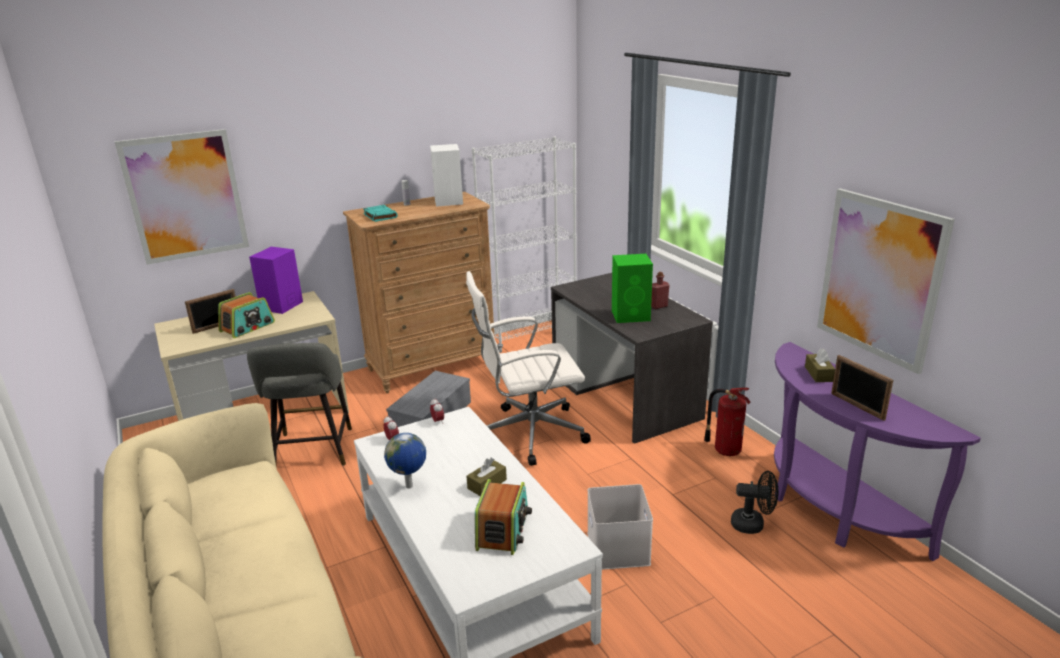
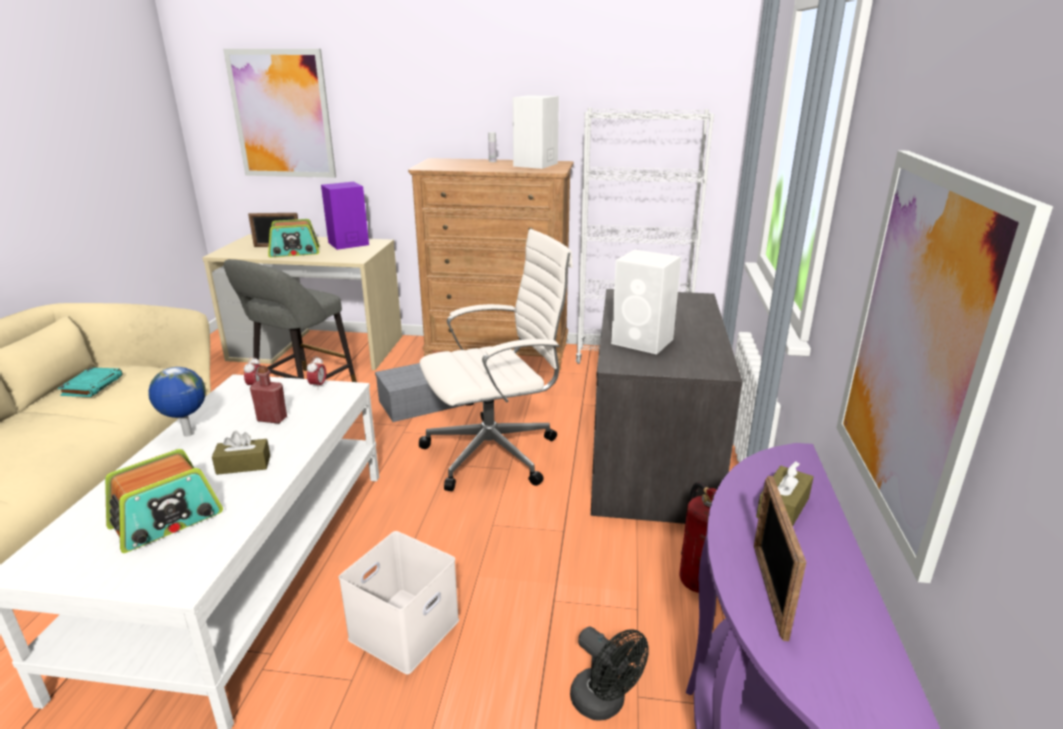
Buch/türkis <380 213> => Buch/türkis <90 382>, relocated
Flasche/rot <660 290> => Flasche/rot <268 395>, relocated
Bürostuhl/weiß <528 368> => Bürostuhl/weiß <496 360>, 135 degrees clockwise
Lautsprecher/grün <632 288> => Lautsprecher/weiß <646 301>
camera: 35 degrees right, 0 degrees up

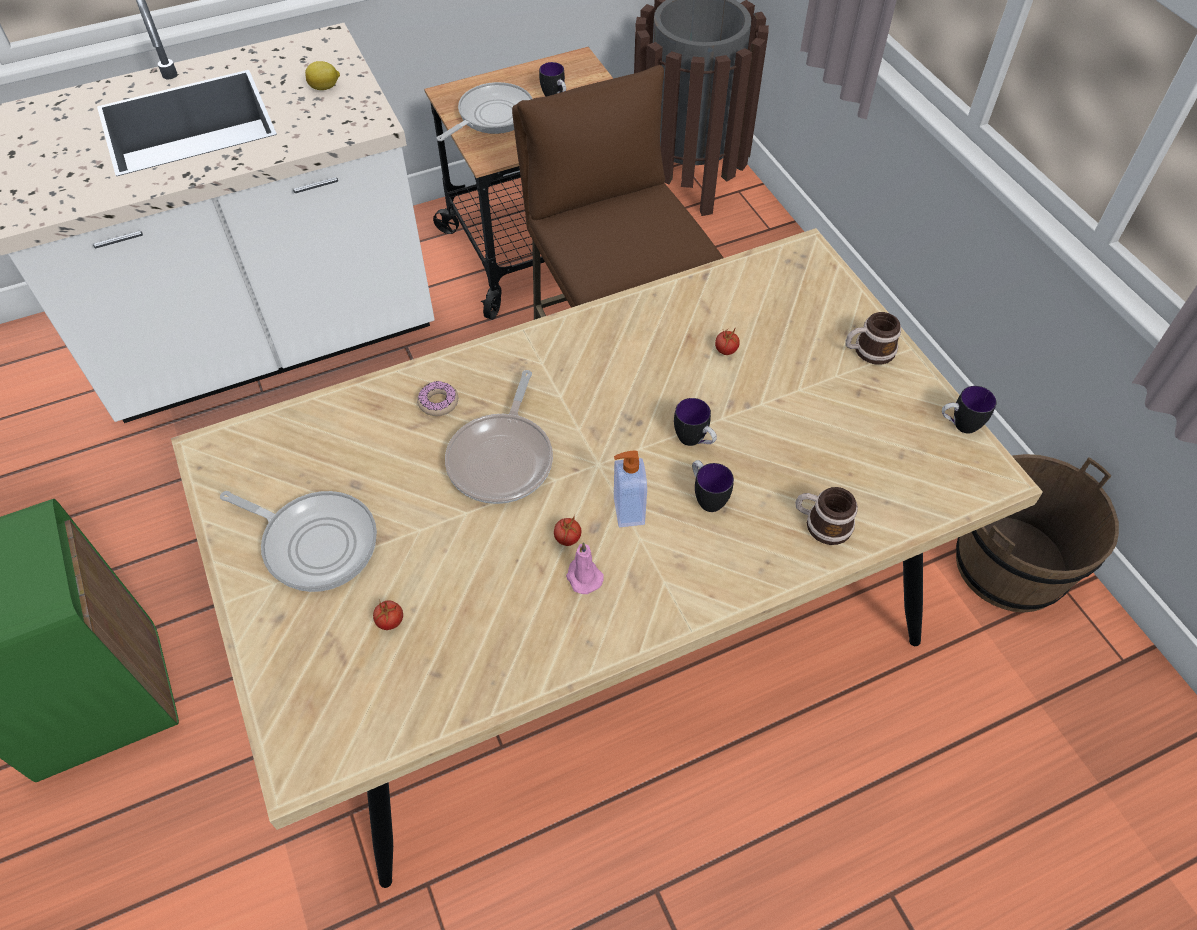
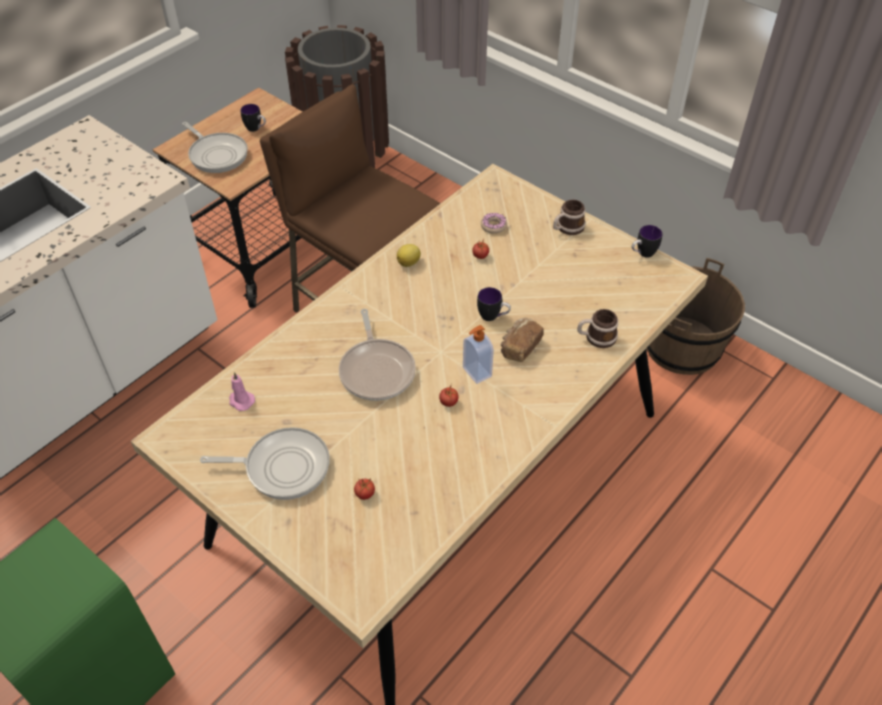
Pfanne <484 111> => Pfanne <215 147>, 120 degrees clockwise
Kerze/rosa <585 568> => Kerze/rosa <242 391>, relocated
Zitrone <322 75> => Zitrone <409 255>, relocated
Donut <437 398> => Donut <494 223>, relocated
Henkelbecher <713 486> => Brot <522 340>
camera: 25 degrees left, 5 degrees down

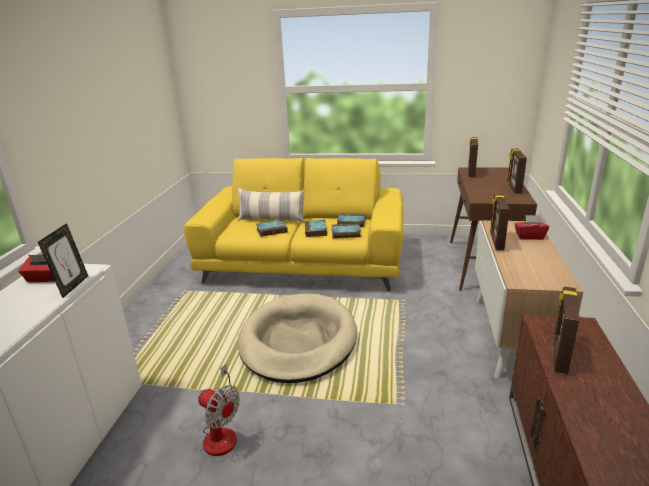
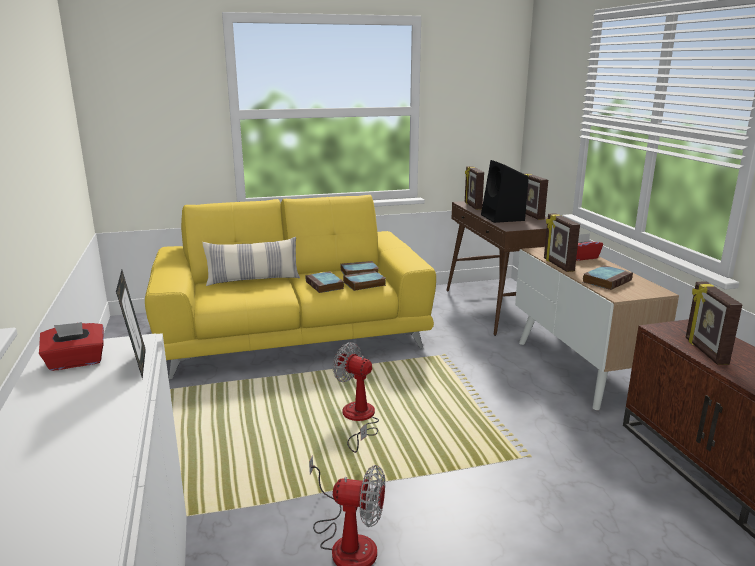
Hundebett/beige <297 338> => Ventilator <356 397>
nothing => Lautsprecher/schwarz <505 191>
Buch <272 228> => Buch <608 277>, relocated
camera: 25 degrees left, 5 degrees down

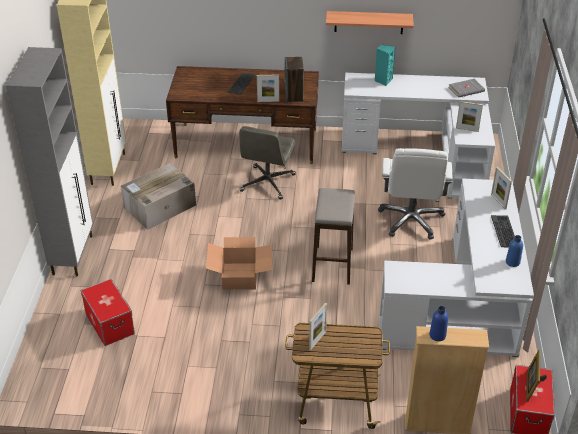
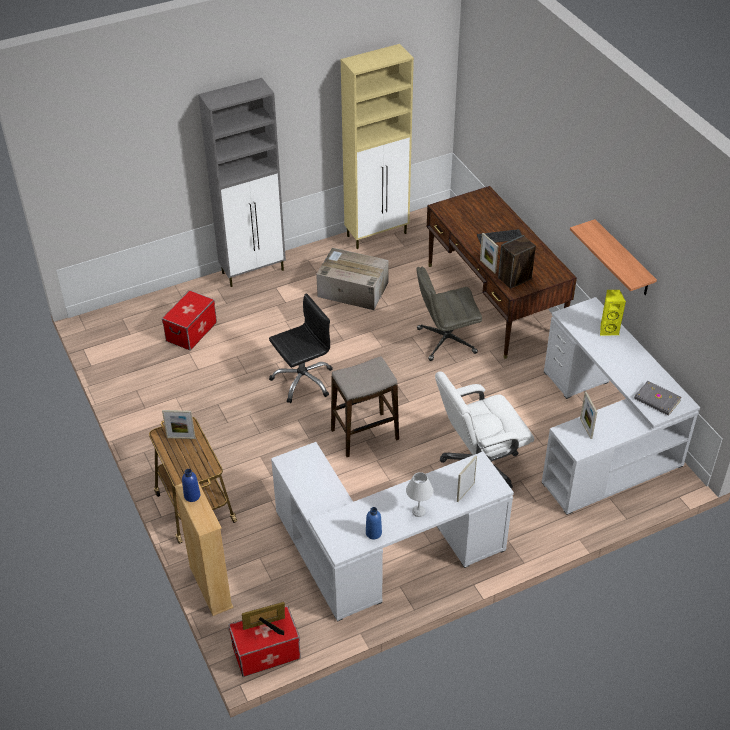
Karton <239 263> => Bürostuhl/schwarz <301 348>
Tastatur <503 231> => Tischlampe/weiß <419 494>
Lautsprecher/türkis <385 65> => Lautsprecher/gelb <613 313>
camera: 60 degrees right, 5 degrees up

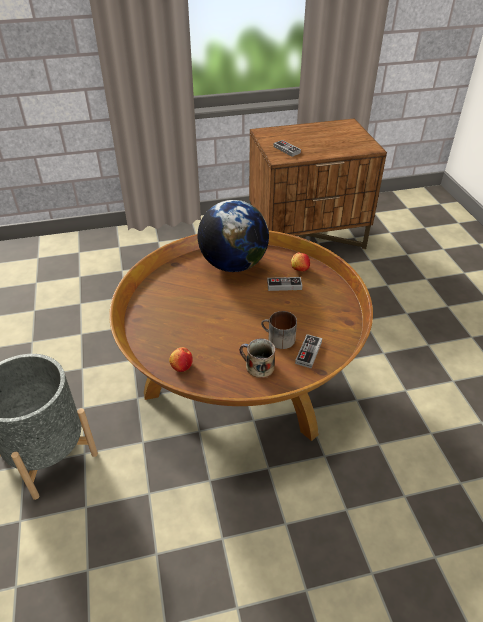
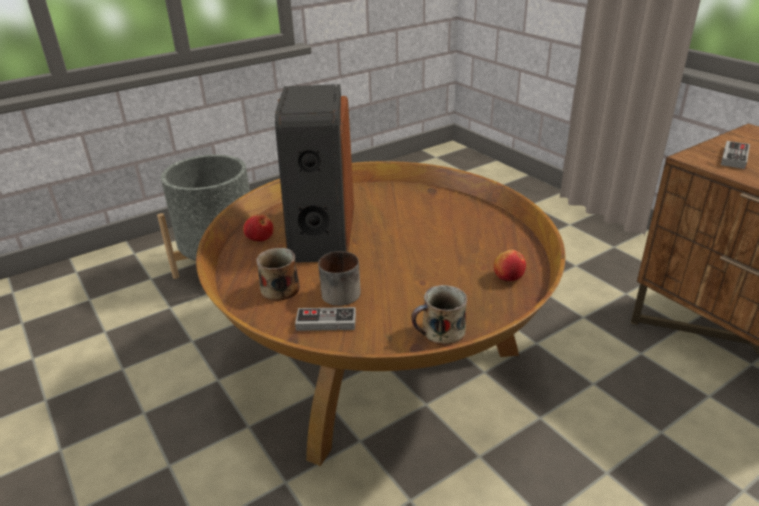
nothing => Lautsprecher <314 173>
nothing => Henkelbecher <439 315>
Globus <233 236> => nothing
Gamepad <284 284> => nothing
camera: 70 degrees right, 10 degrees down

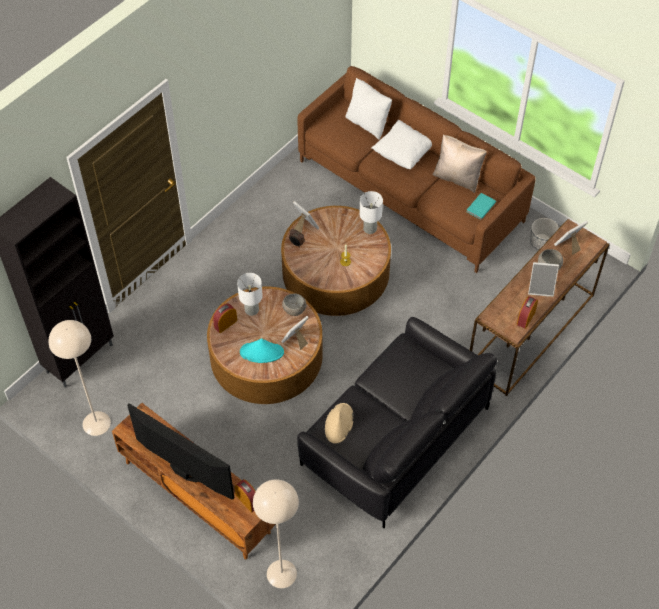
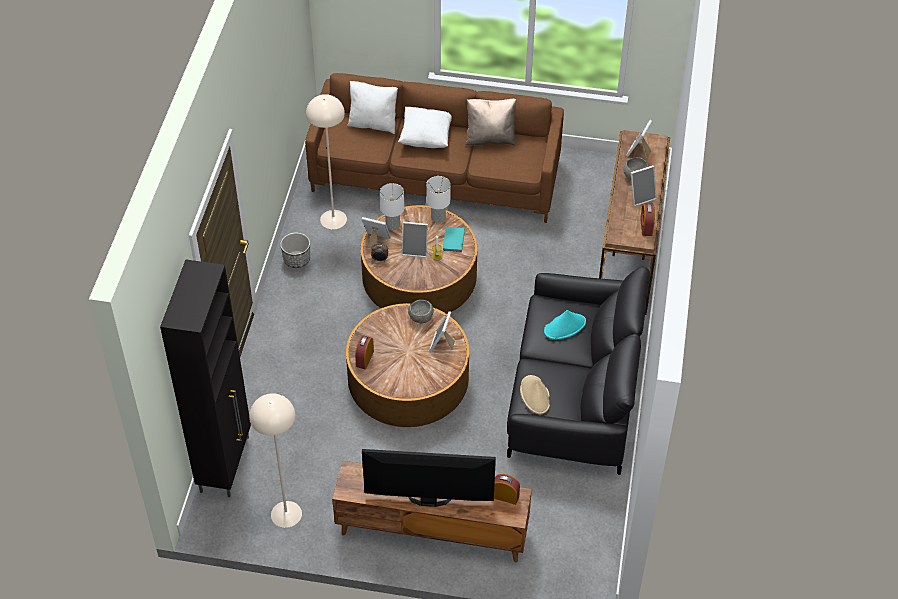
Pflanzkübel <544 234> => Pflanzkübel <295 250>, relocated
Stehlampe/beige <276 533> => Stehlampe/beige <326 161>, relocated
Tischlampe/weiß <250 294> => Tischlampe/weiß <392 206>, relocated
nothing => Bilderrahmen <415 239>
Buch/türkis <481 206> => Buch/türkis <454 239>, relocated
Hut/türkis <262 350> => Hut/türkis <565 324>, relocated
camera: 30 degrees left, 5 degrees down

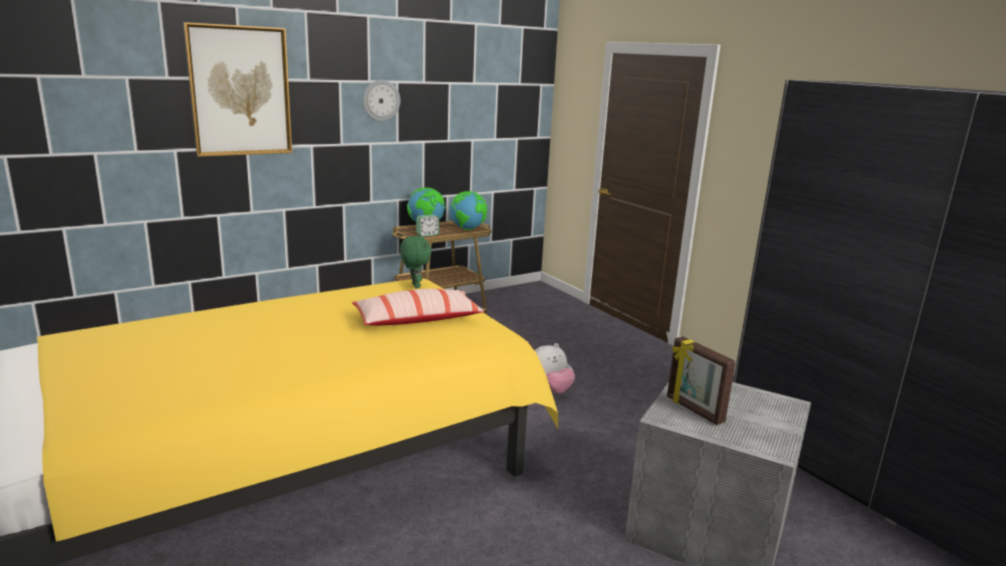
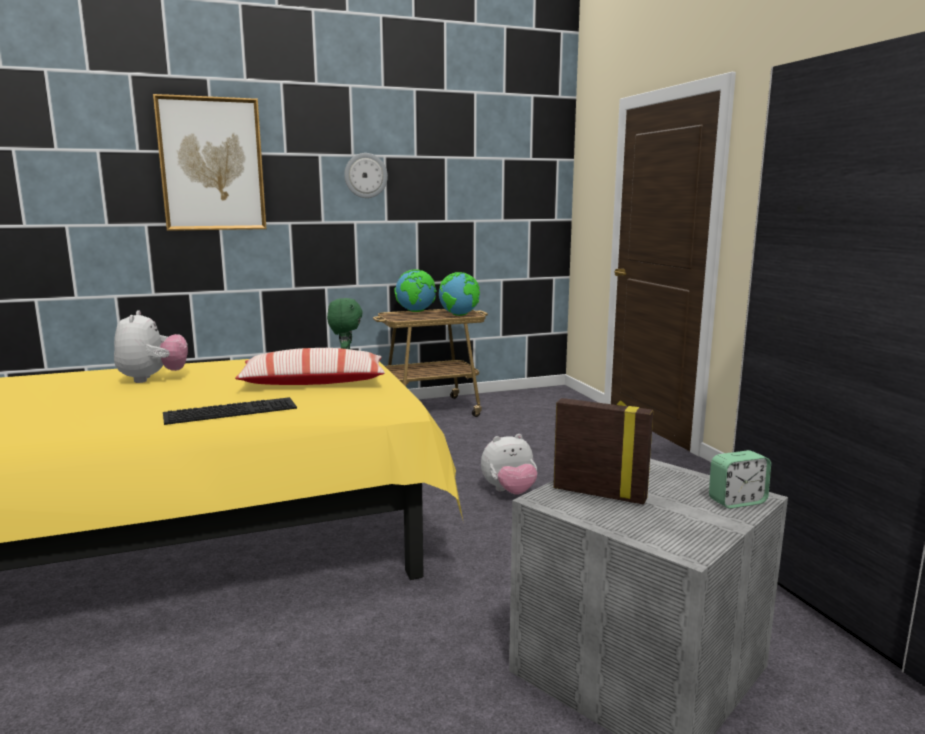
nothing => Plüschtier <151 346>
nothing => Tastatur <230 411>
Bilderrahmen <701 380> => Bilderrahmen <603 451>, 135 degrees clockwise
Wecker <428 225> => Wecker <740 479>, relocated
camera: 15 degrees right, 5 degrees down

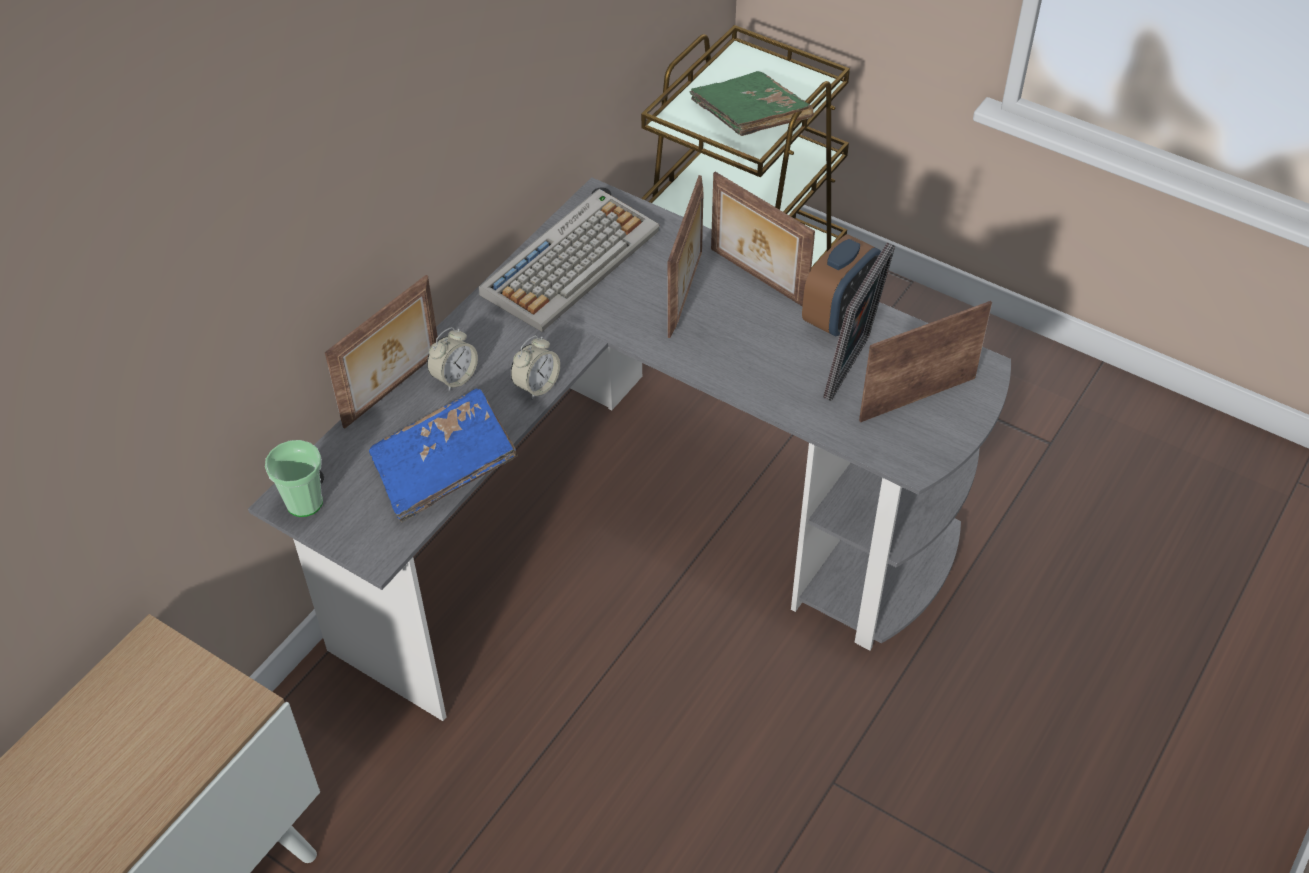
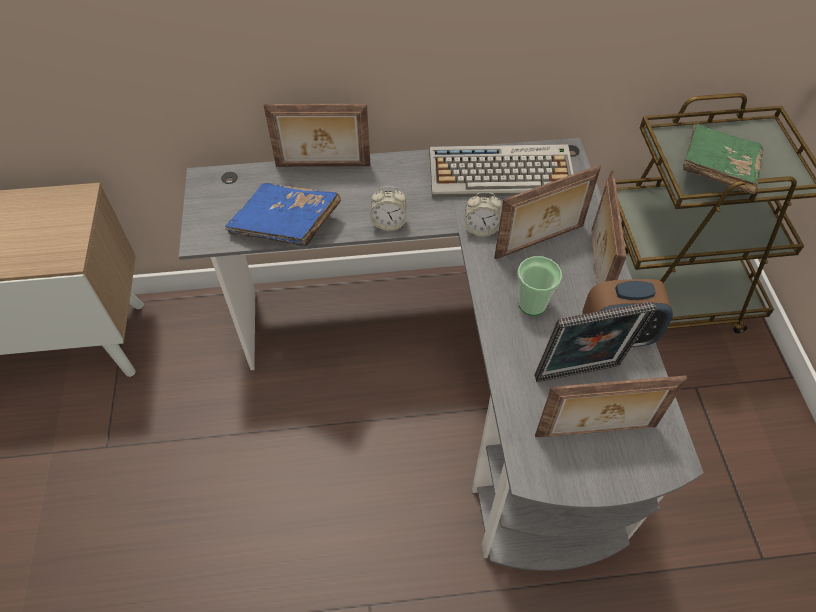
Wecker <452 359> => Wecker <483 214>, relocated
Tasse <294 478> => Tasse <539 286>, relocated
Bilderrahmen <925 361> => Bilderrahmen <611 406>, 150 degrees clockwise
camera: 50 degrees right, 5 degrees up

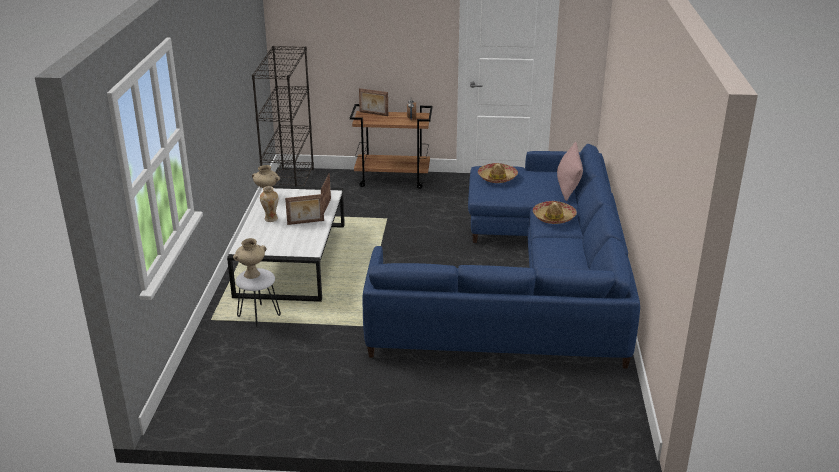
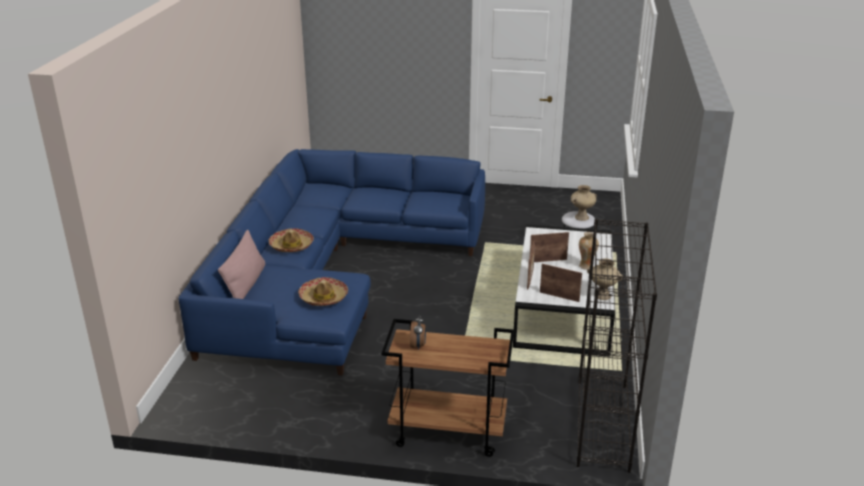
Bilderrahmen <373 102> => Bilderrahmen <561 283>, relocated
camera: 175 degrees left, 0 degrees up

